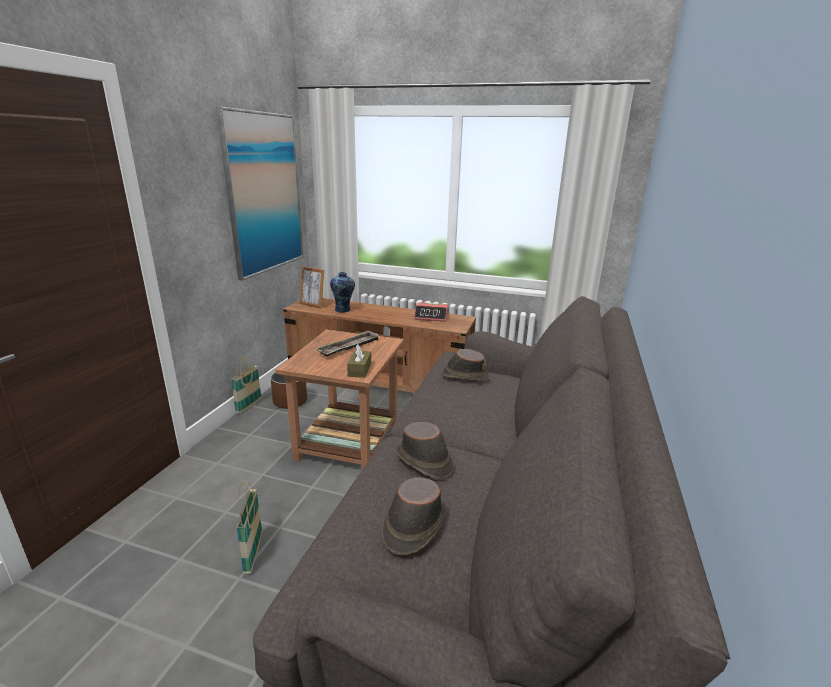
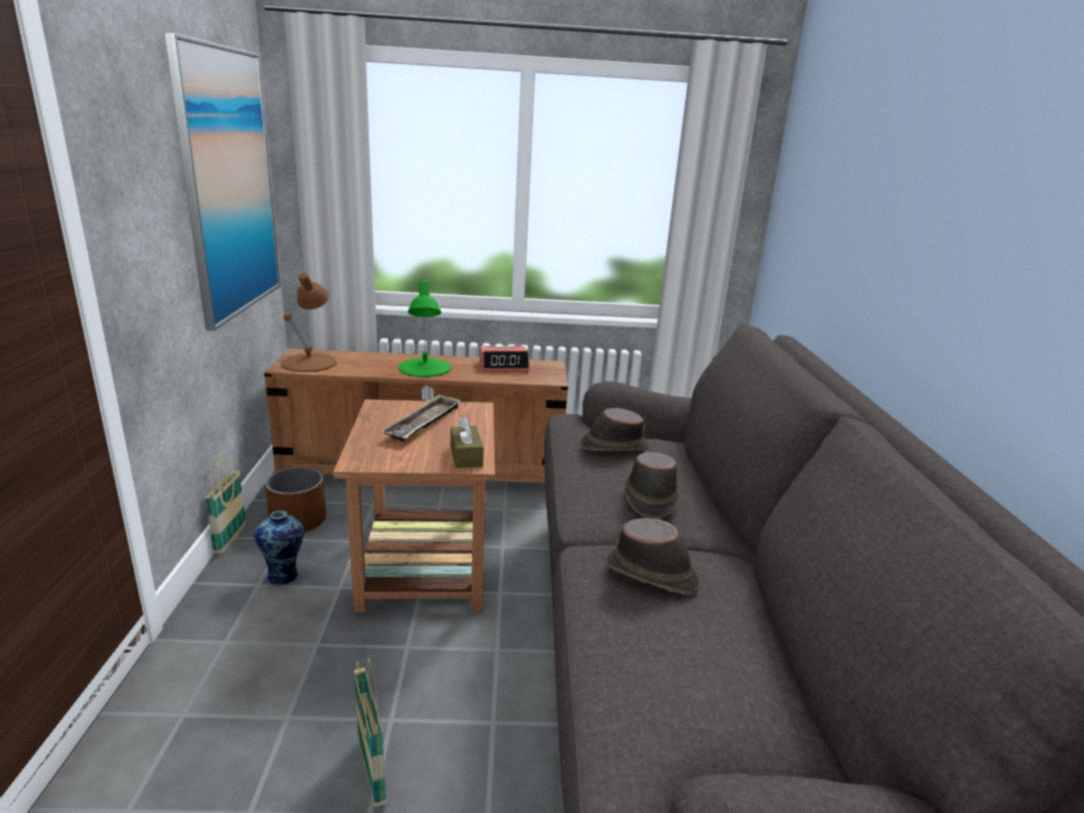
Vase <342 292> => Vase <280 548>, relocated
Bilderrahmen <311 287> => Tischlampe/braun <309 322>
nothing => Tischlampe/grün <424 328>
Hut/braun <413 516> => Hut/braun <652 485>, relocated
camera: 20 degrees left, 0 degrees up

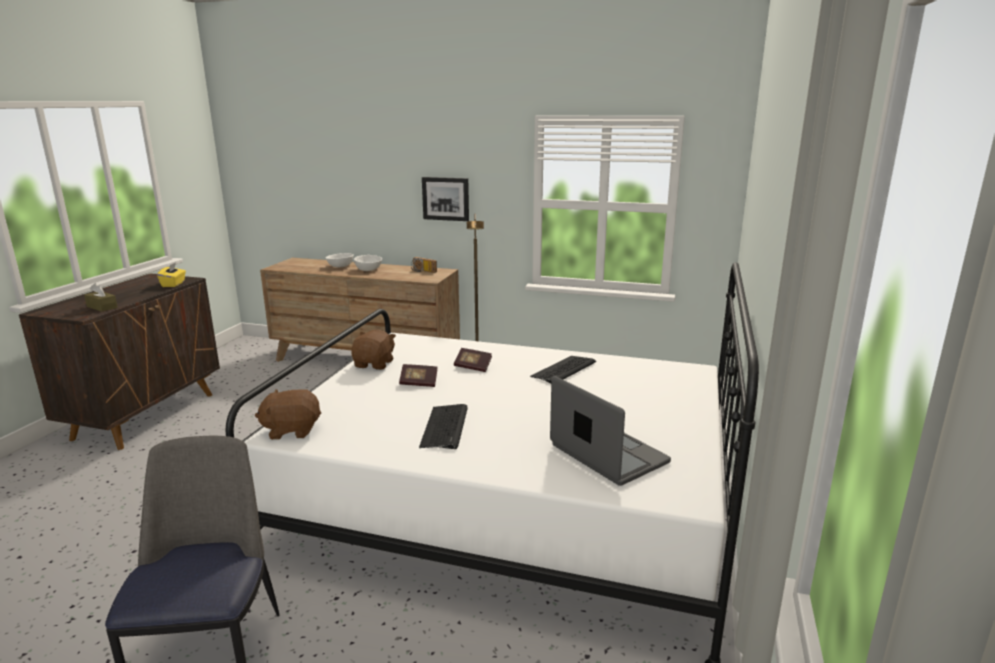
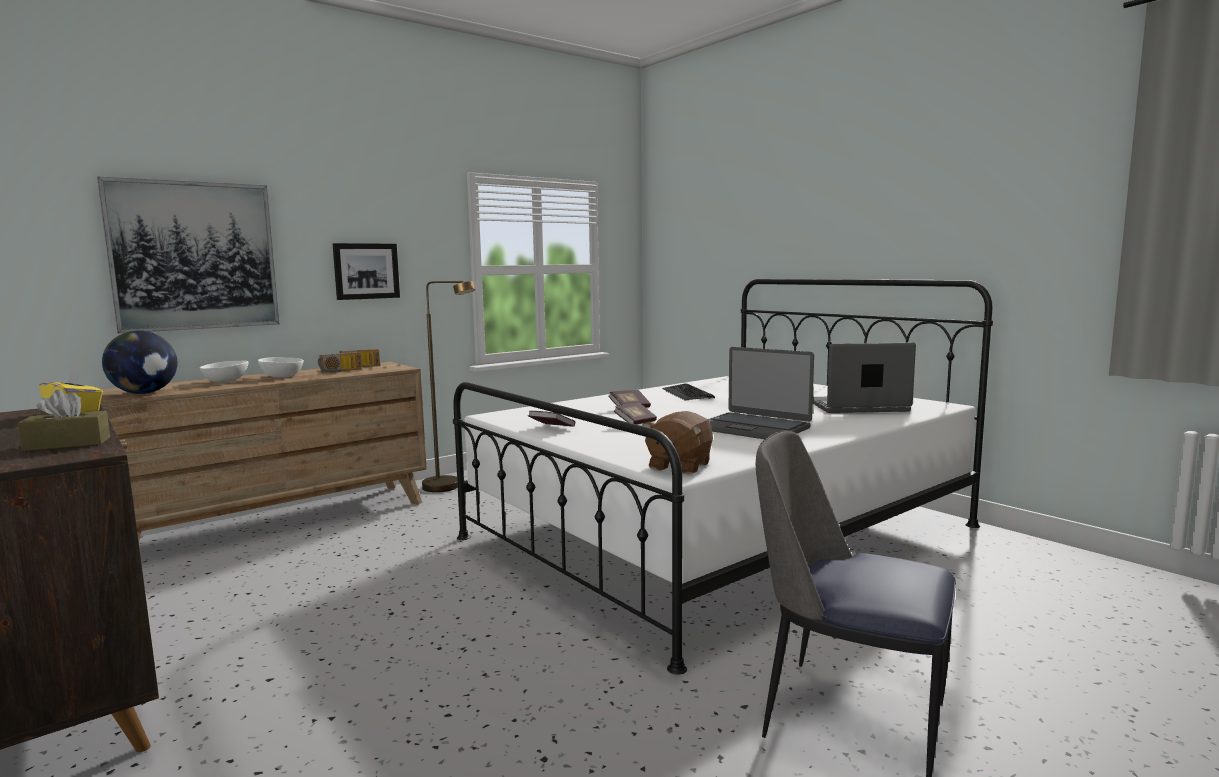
nothing => Bild <188 255>
nothing => Globus <139 362>
nothing => Radio <340 362>
Plüschtier/braun <373 350> => Buch <551 419>
Tastatur <443 426> => Laptop <761 393>
camera: 55 degrees left, 10 degrees down

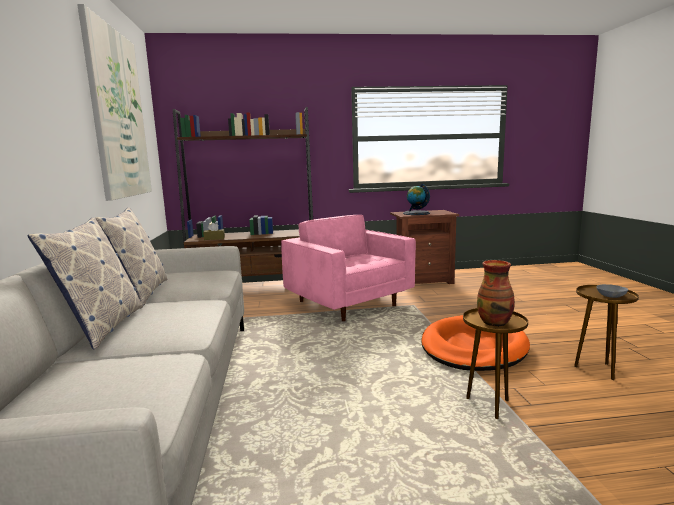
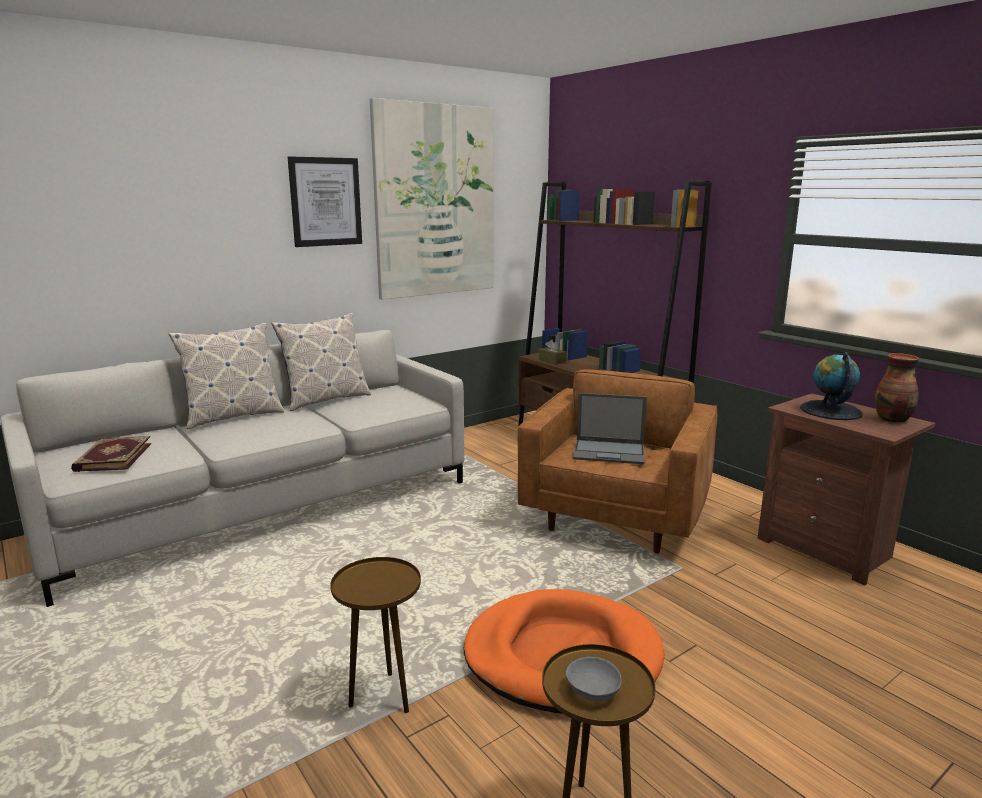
nothing => Buch <111 454>
nothing => Bild <325 201>
Sessel/rosa <348 268> => Sessel/braun <617 461>
nothing => Laptop <610 428>
Vase <496 293> => Vase <897 387>, relocated
camera: 60 degrees right, 5 degrees up

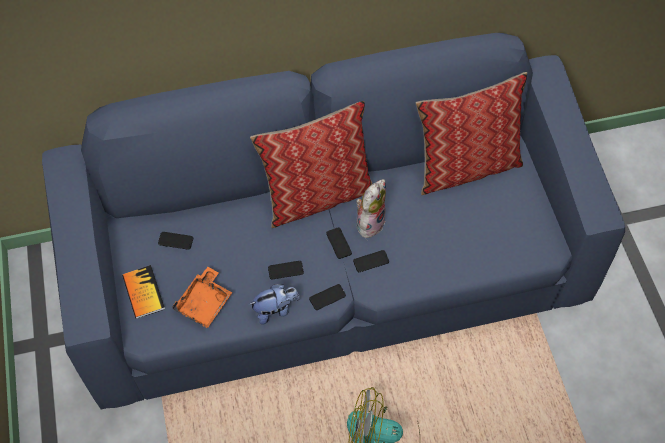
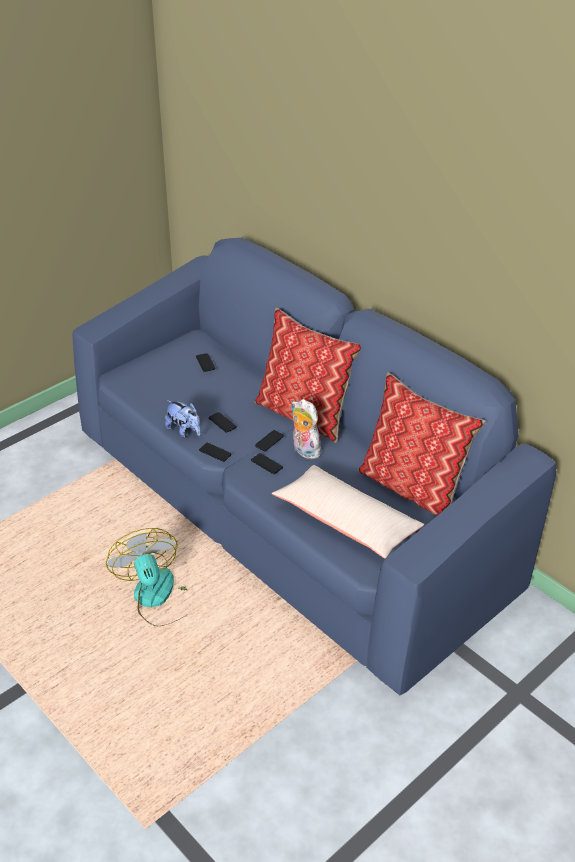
nothing => Kissen/beige <348 511>
Plüschtier <371 208> => Plüschtier <306 429>, 135 degrees counterclockwise
Buch <143 292> => nothing
Tablett/orange <202 297> => nothing
camera: 60 degrees right, 20 degrees down

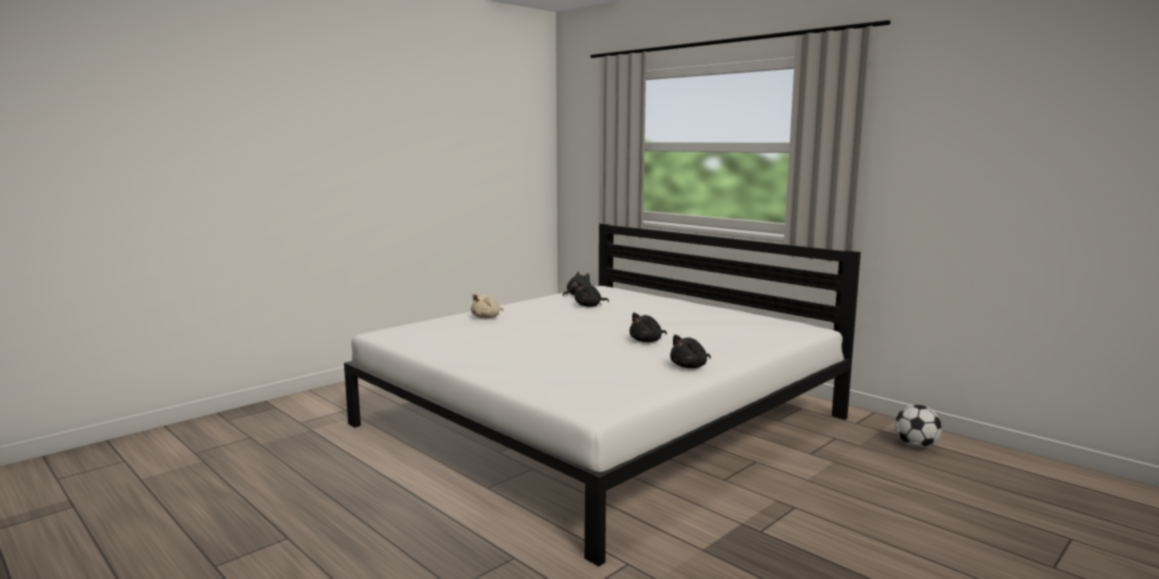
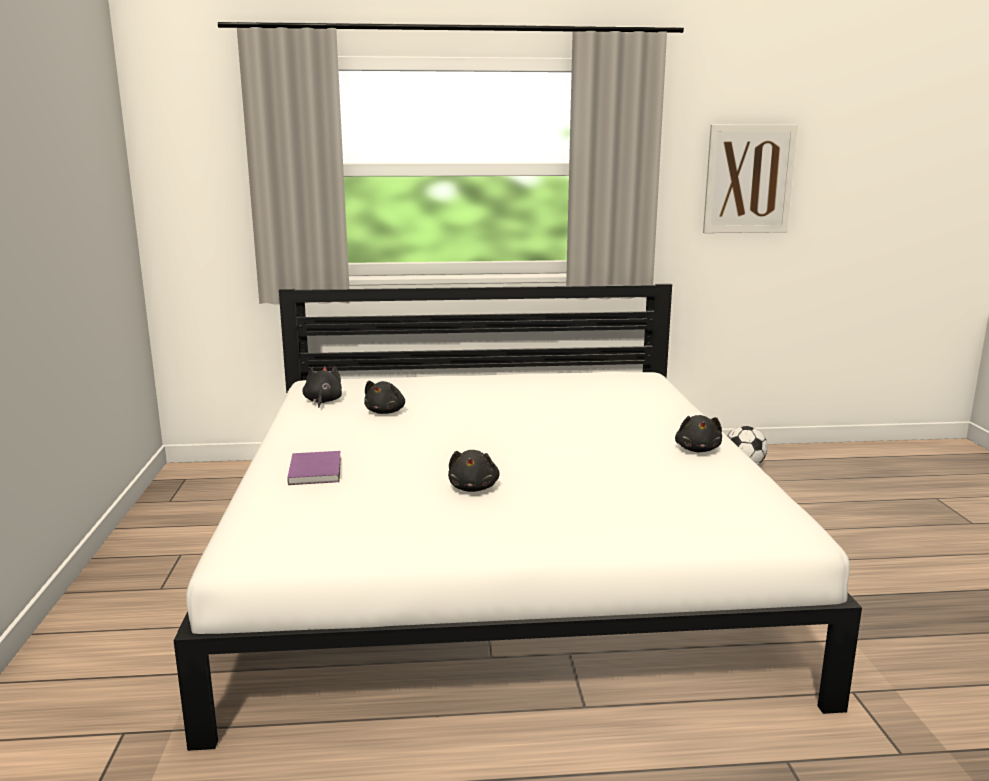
Plüschtier/beige <487 306> => Buch/lila <314 468>
Plüschtier/schwarz <648 327> => Plüschtier/schwarz <474 471>, relocated
nothing => Bild <750 178>
camera: 50 degrees left, 5 degrees up

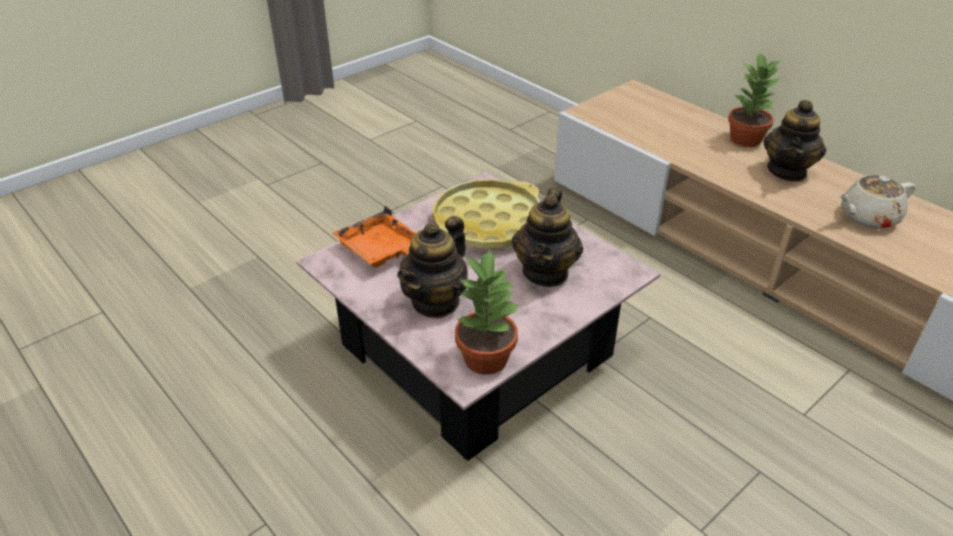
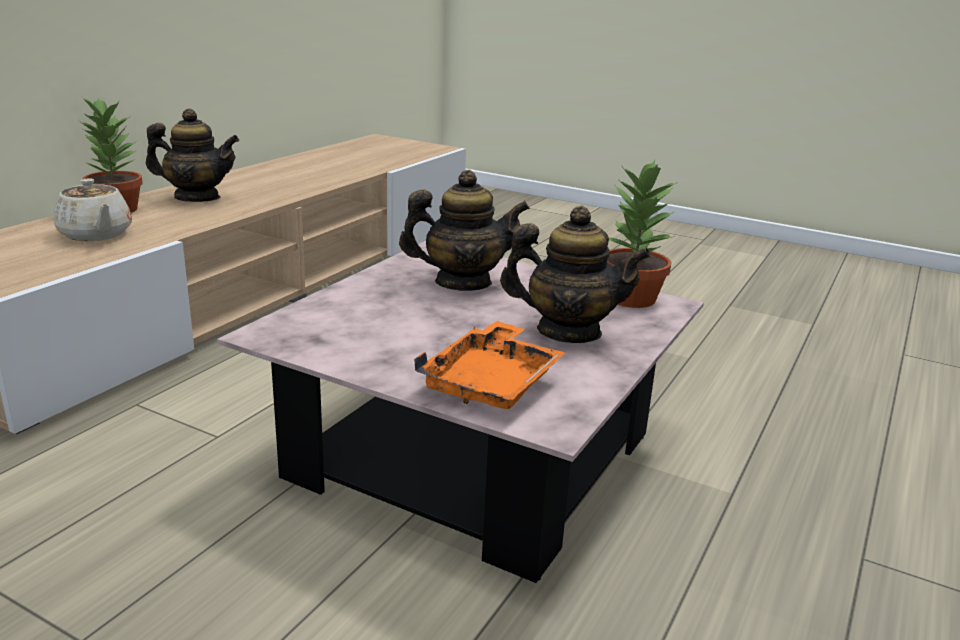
Teekanne/beige <877 202> => Teekanne/beige <93 210>, relocated
Tablett/gelb <486 214> => nothing
camera: 110 degrees left, 15 degrees down

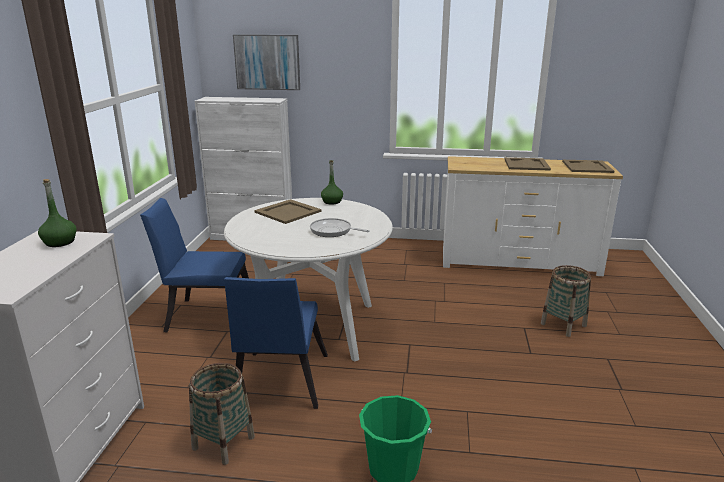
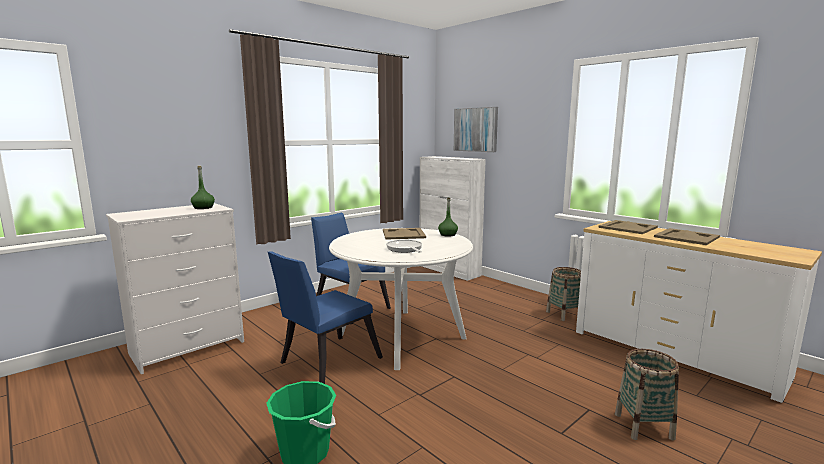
Korb <222 414> => Korb <563 294>, relocated
Tablett/beige <588 166> => Tablett/beige <628 227>, relocated
camera: 40 degrees right, 10 degrees down

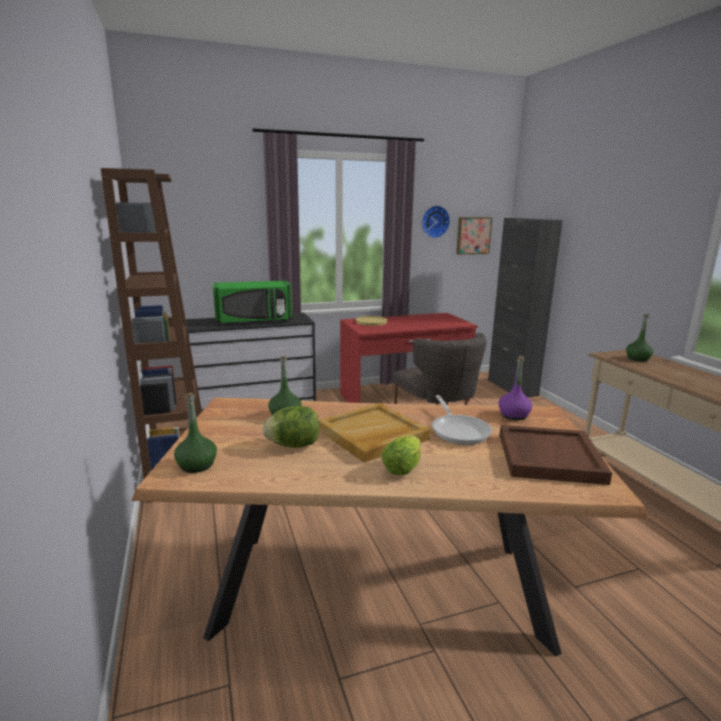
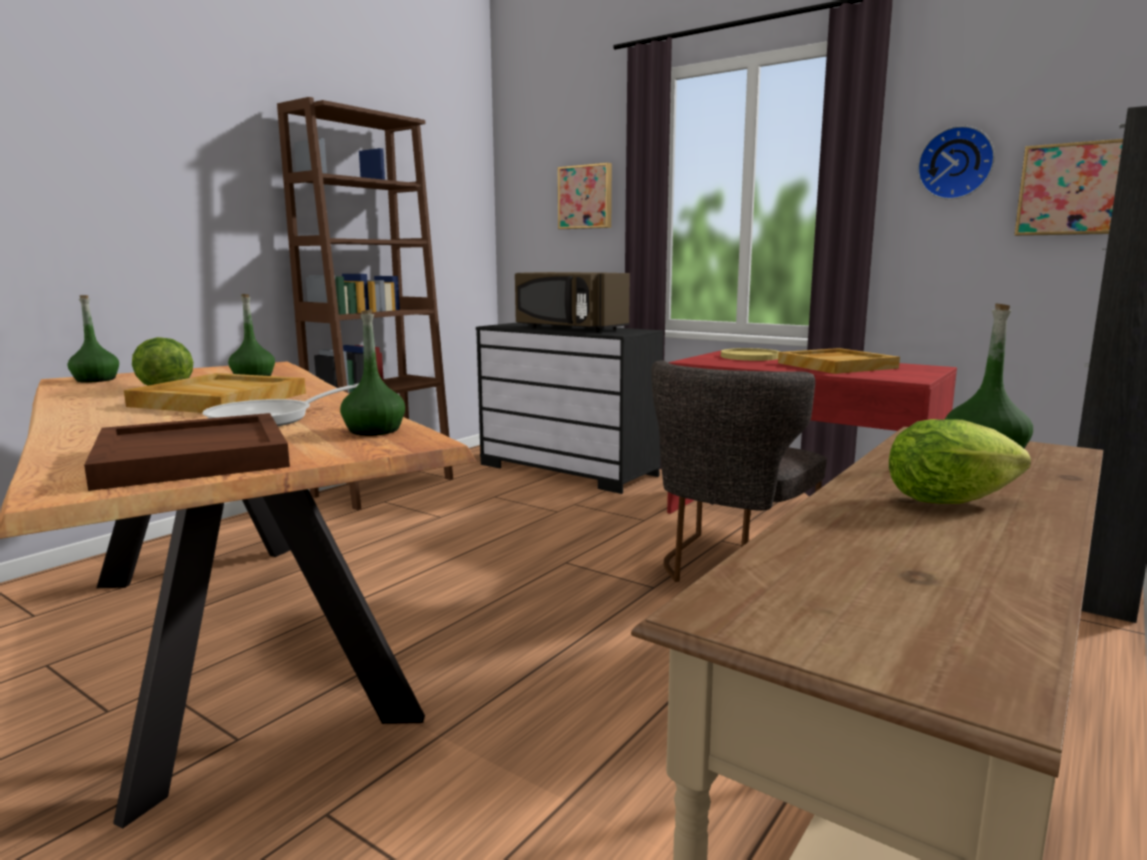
Flasche/lila <515 388> => Flasche/grün <372 372>
Mikrowelle/grün <252 302> => Mikrowelle/braun <572 302>
nothing => Bild <585 196>
nothing => Tablett/beige <839 361>
Salatkopf <401 455> => Salatkopf <960 461>, relocated
camera: 55 degrees right, 5 degrees down

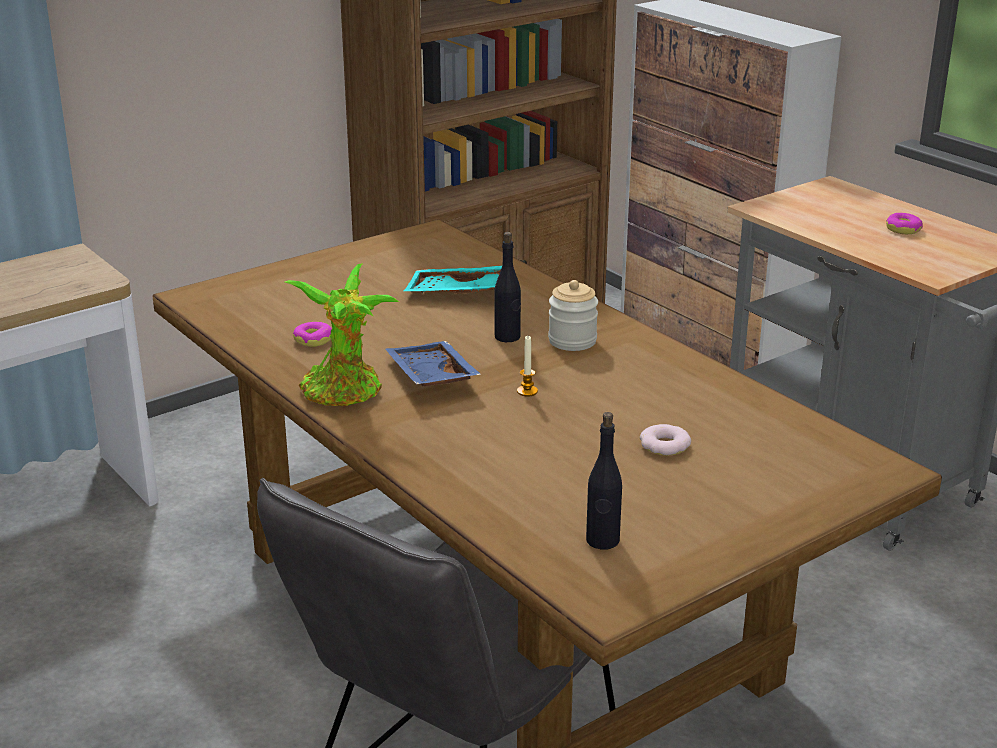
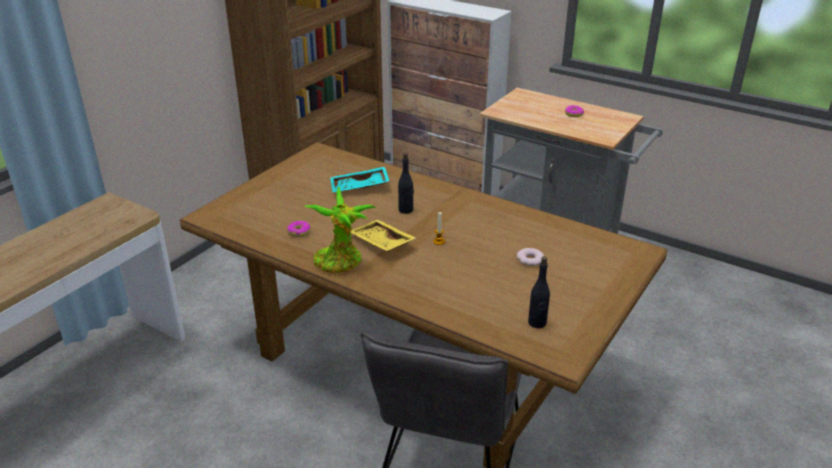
Tablett/blau <433 363> => Tablett/gelb <383 235>
Vorratsglas <573 315> => nothing
camera: 20 degrees left, 5 degrees up

